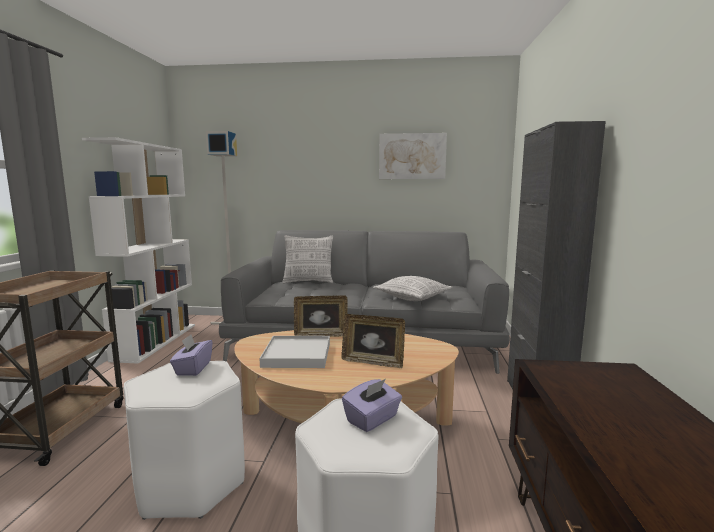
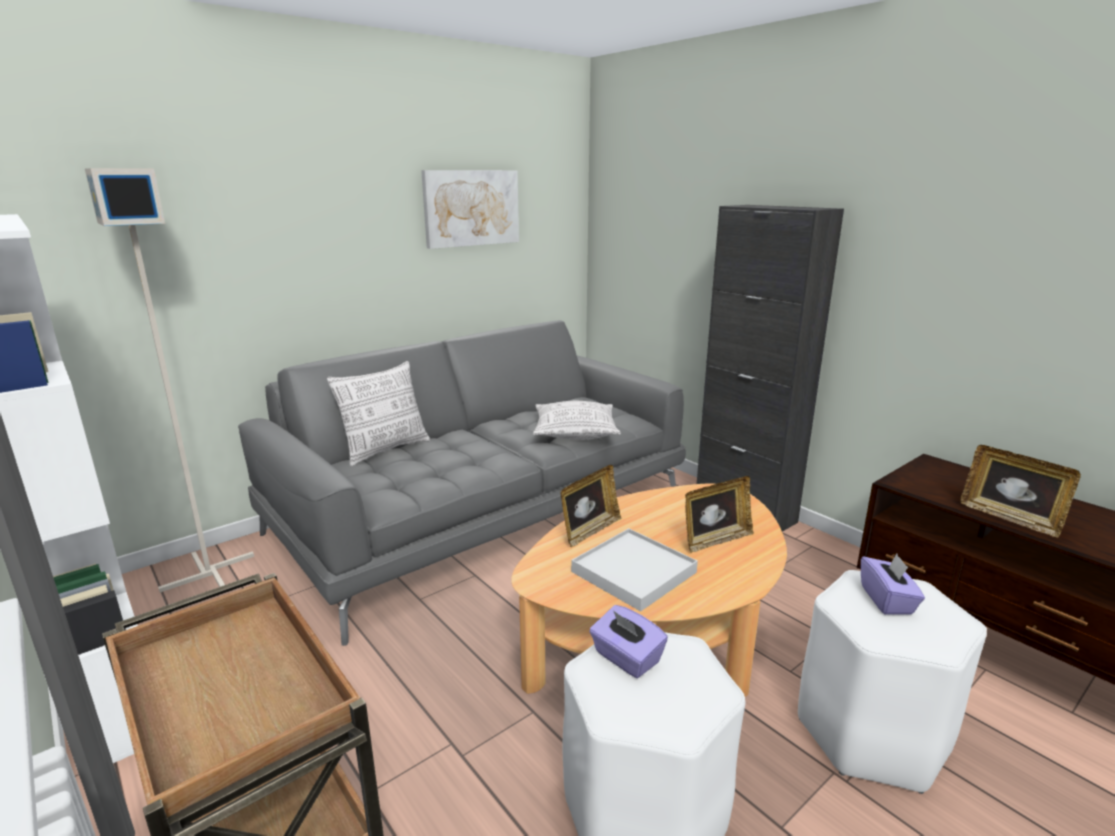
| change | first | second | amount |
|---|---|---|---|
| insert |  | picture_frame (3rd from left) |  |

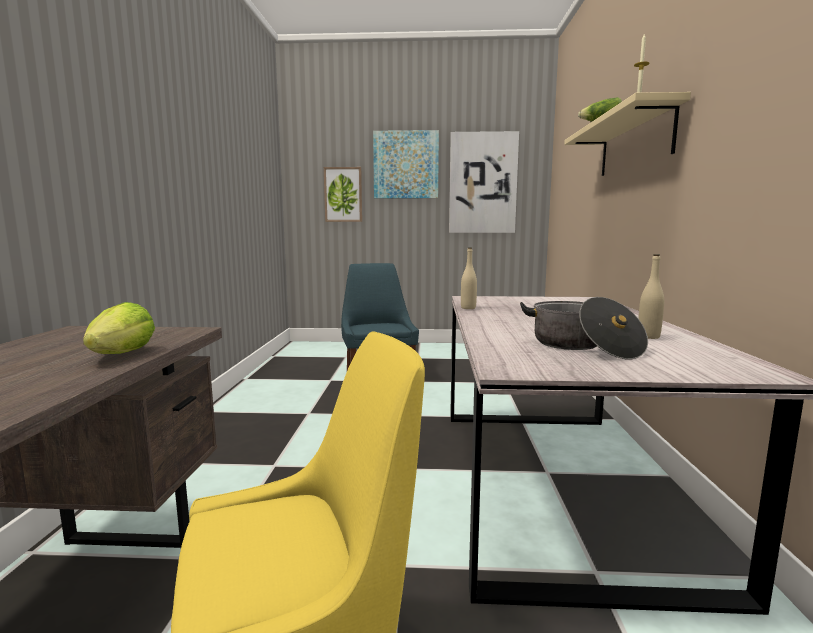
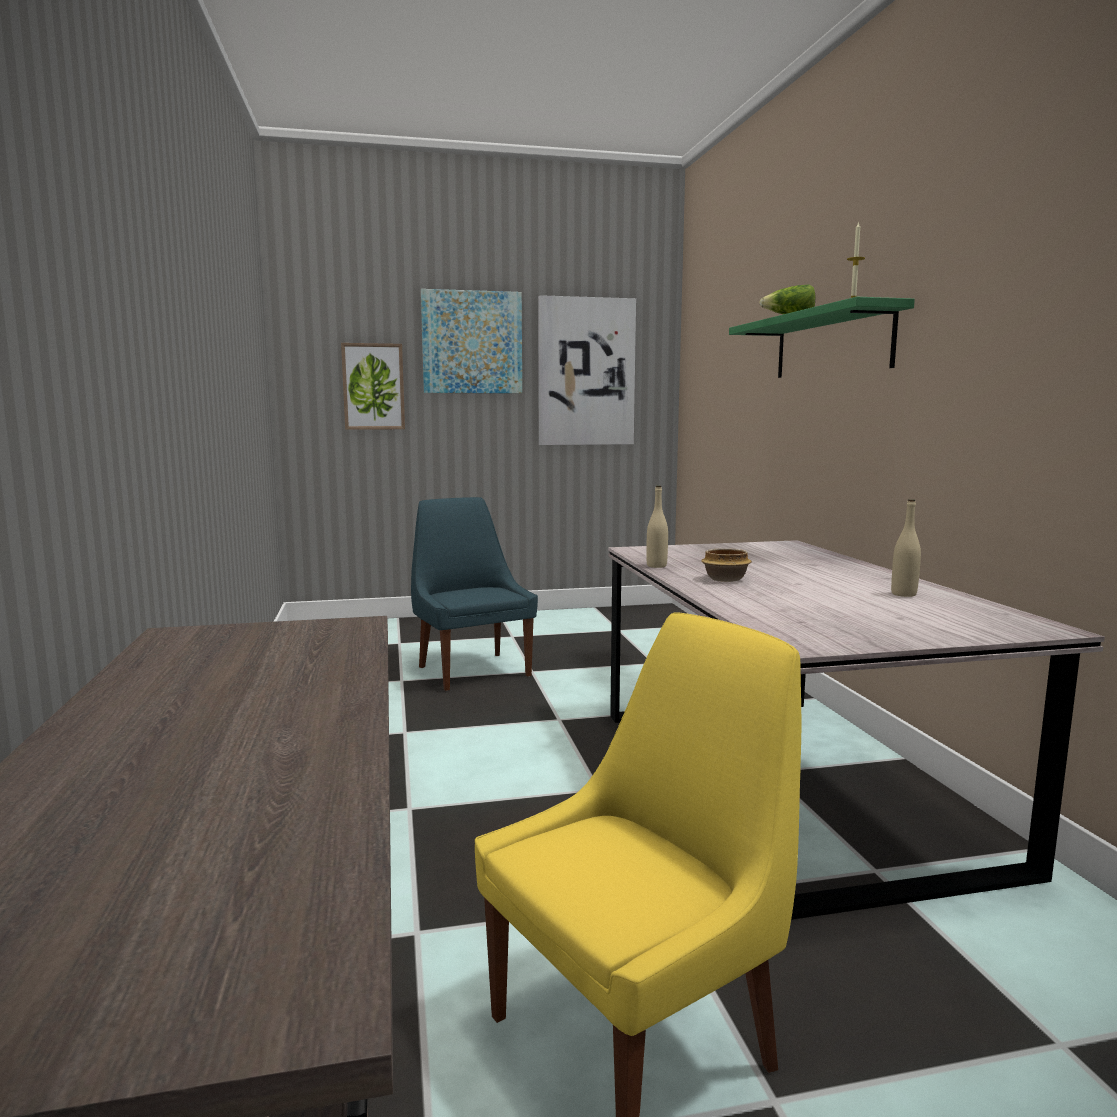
| change | first | second | amount |
|---|---|---|---|
| insert |  | bowl |  |
| recolor | beige_shelf | green_shelf |  |
| delete | lettuce (1st from left) |  |  |
| delete | cooking_pot |  |  |

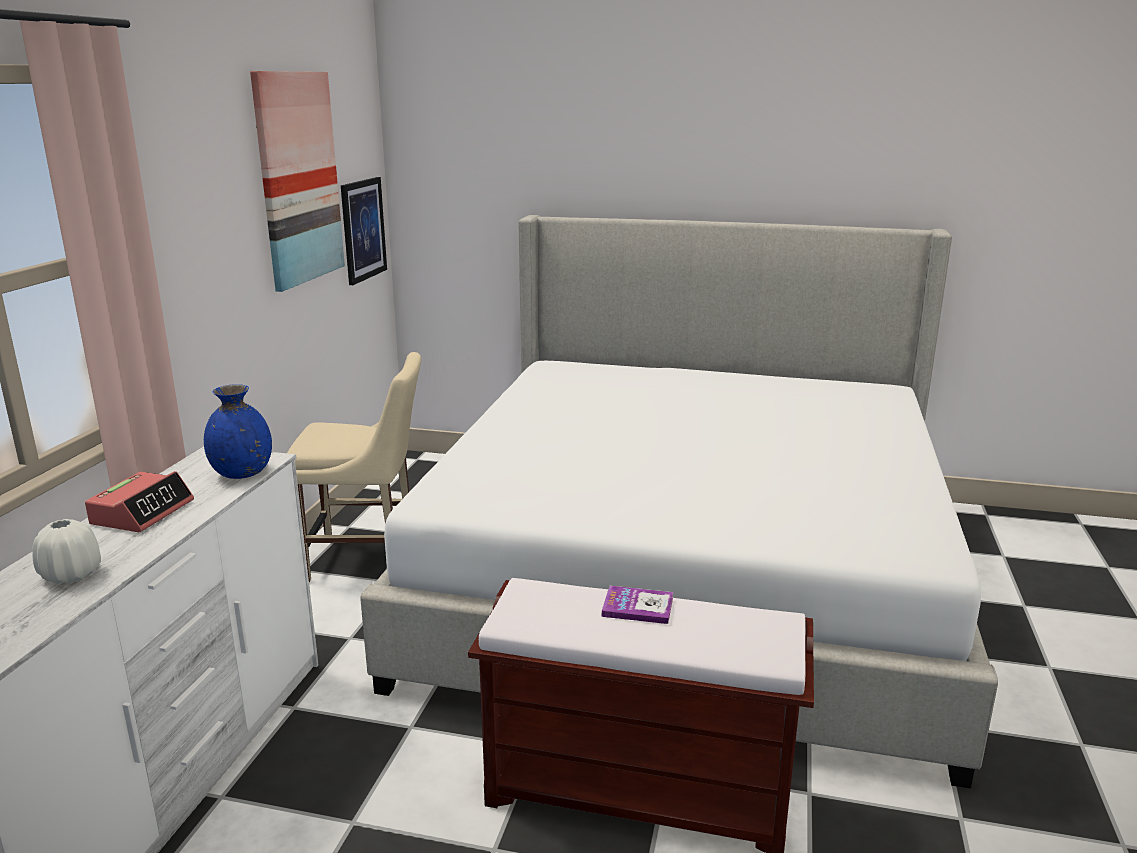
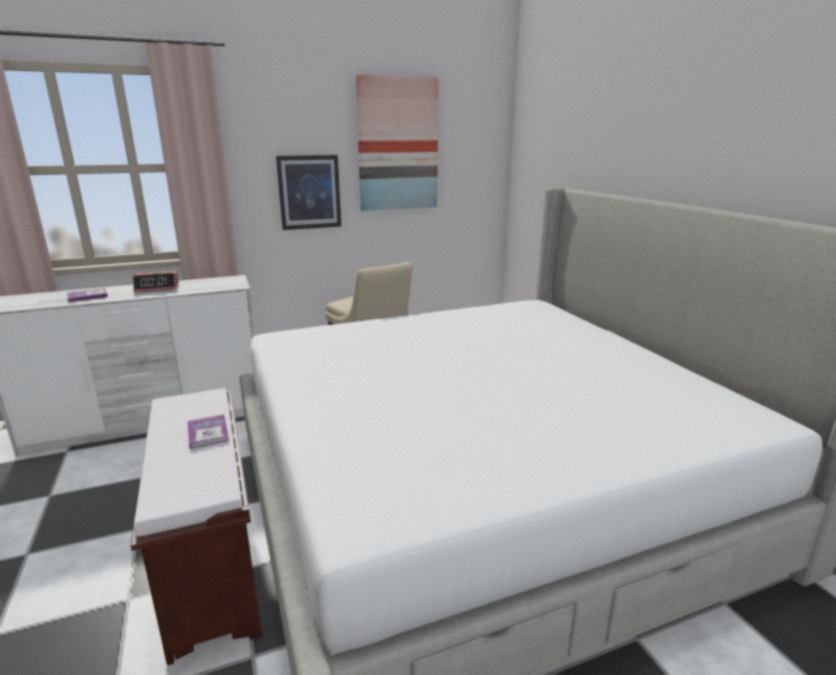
| change | first | second | amount |
|---|---|---|---|
| replace | white_vase | book (1st from left) |  |
| move | picture (2nd from left in the first image) | picture (1st from left) |  |
| delete | blue_vase |  |  |

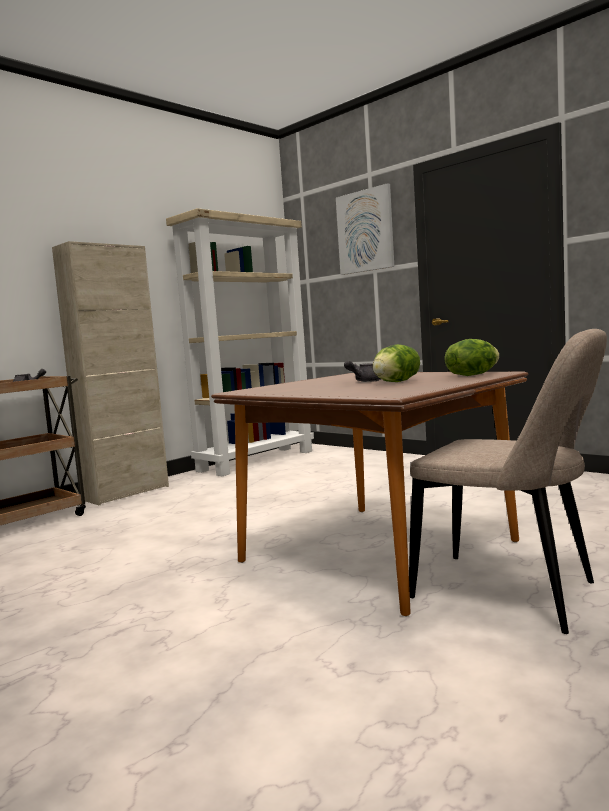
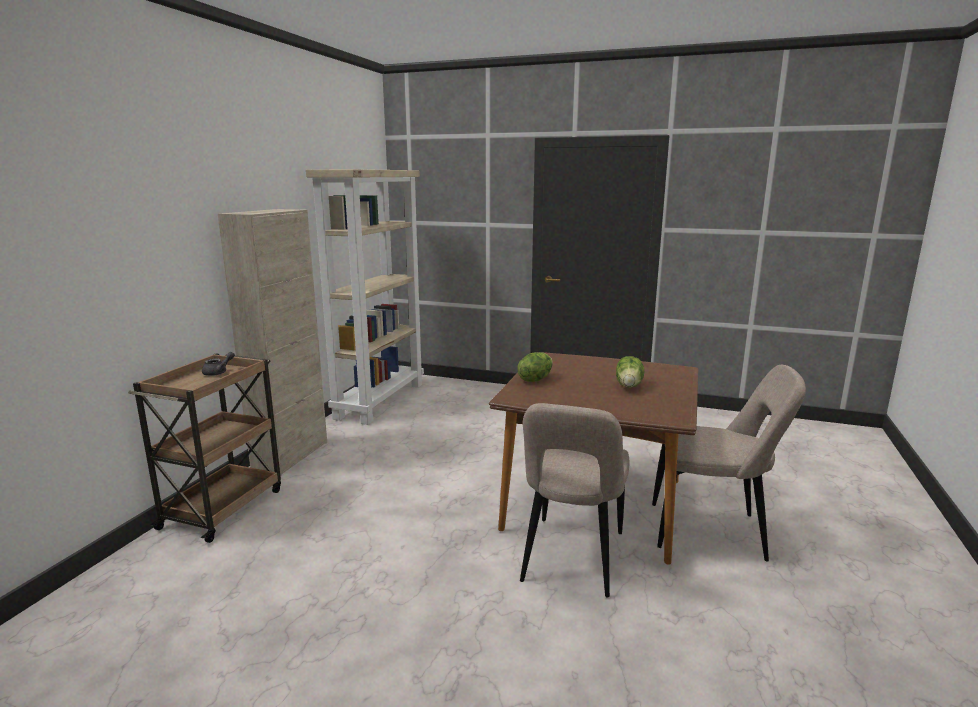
| change | first | second | amount |
|---|---|---|---|
| move | lettuce (2nd from left in the first image) | lettuce (1st from left) |  |
| insert |  | beige_chair (1st from left) |  |
| delete | picture |  |  |
| delete | grey_teapot (2nd from left) |  |  |

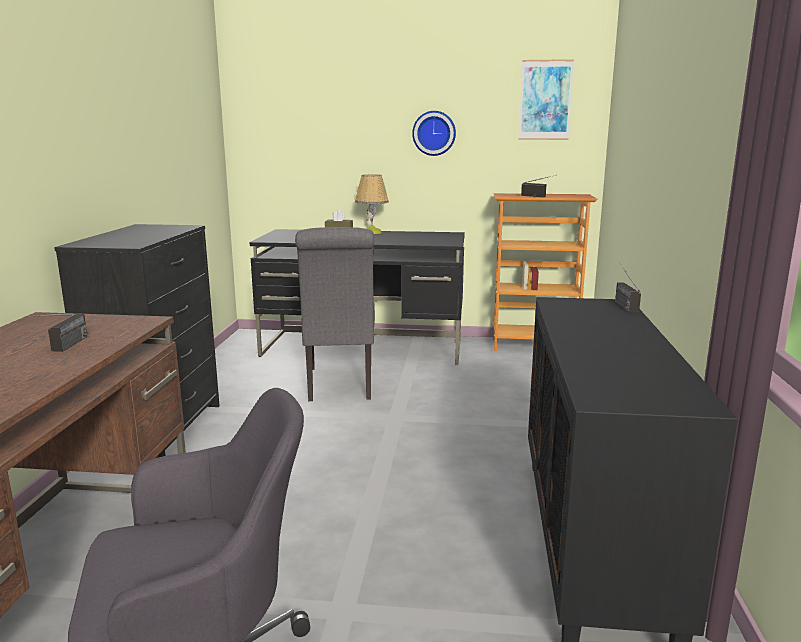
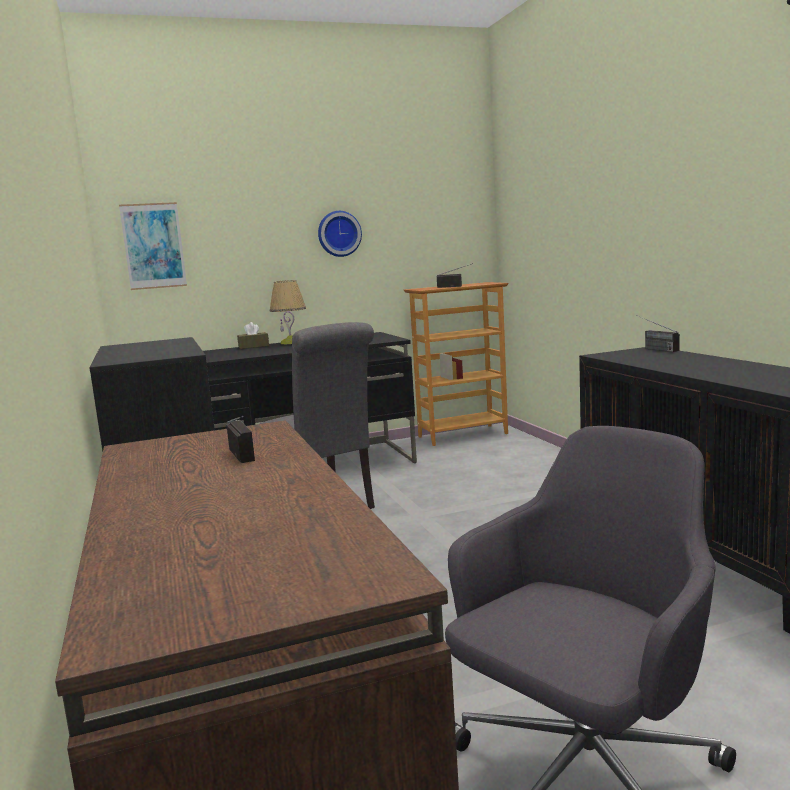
| change | first | second | amount |
|---|---|---|---|
| move | picture |  |  |

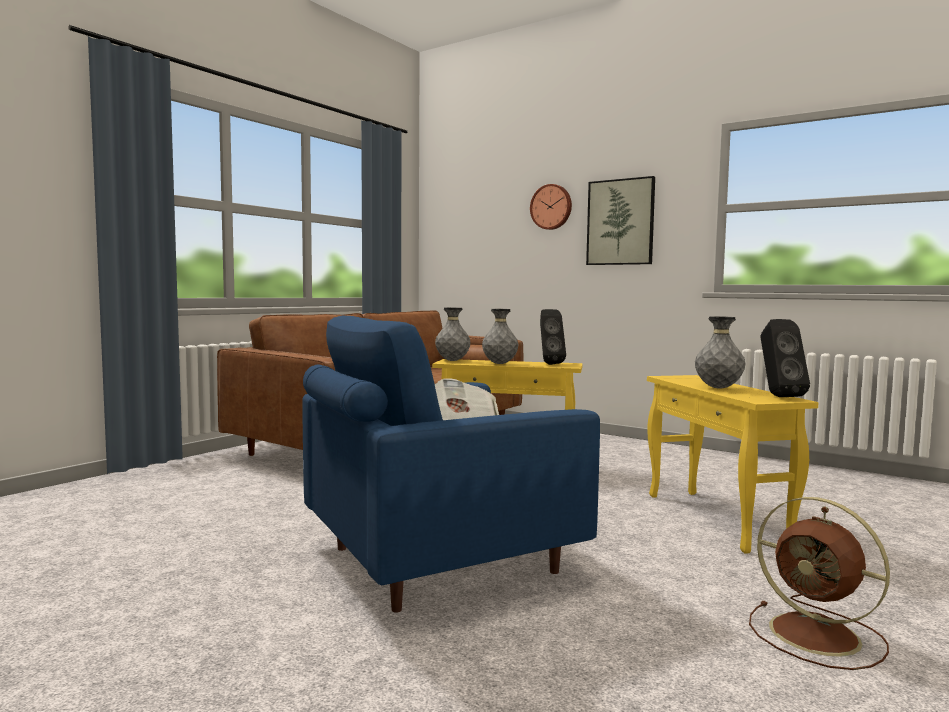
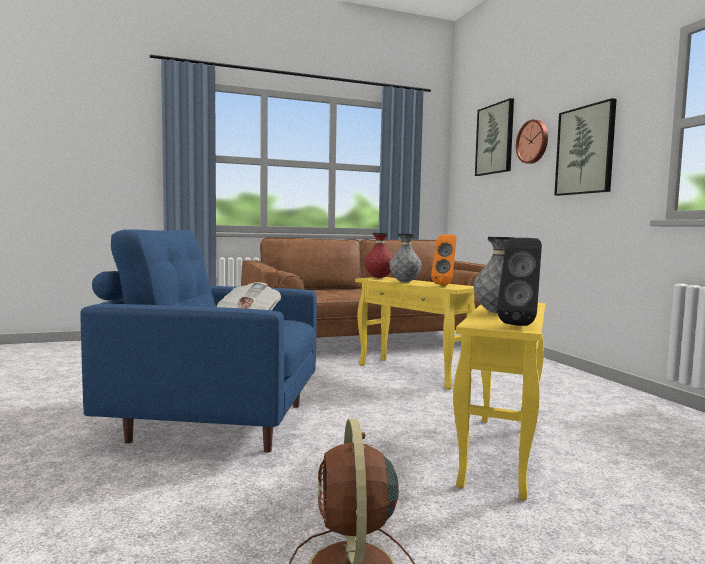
| change | first | second | amount |
|---|---|---|---|
| recolor | grey_vase (1st from left) | red_vase |  |
| recolor | black_speaker (1st from left) | orange_speaker |  |
| insert |  | picture (1st from left) |  |

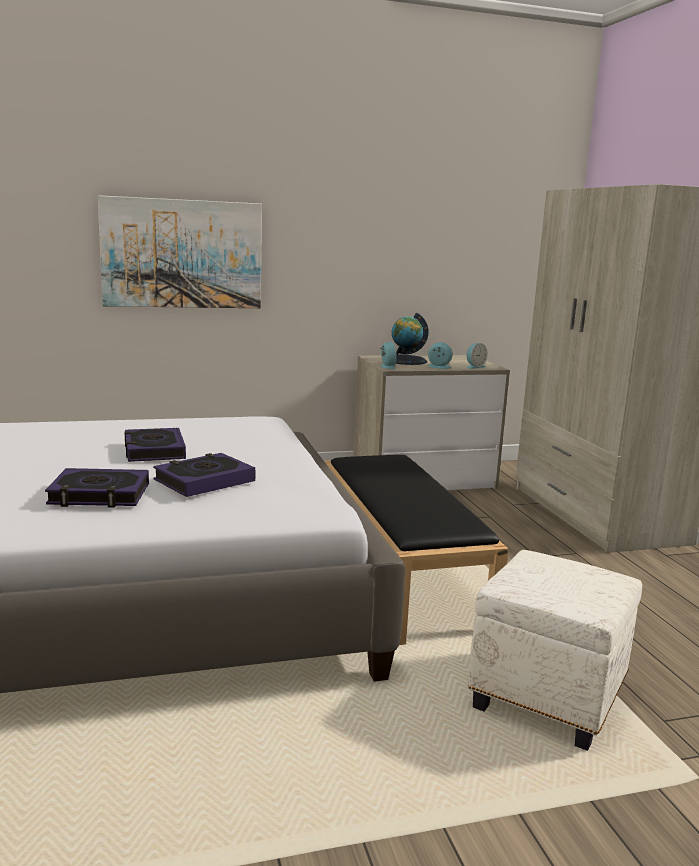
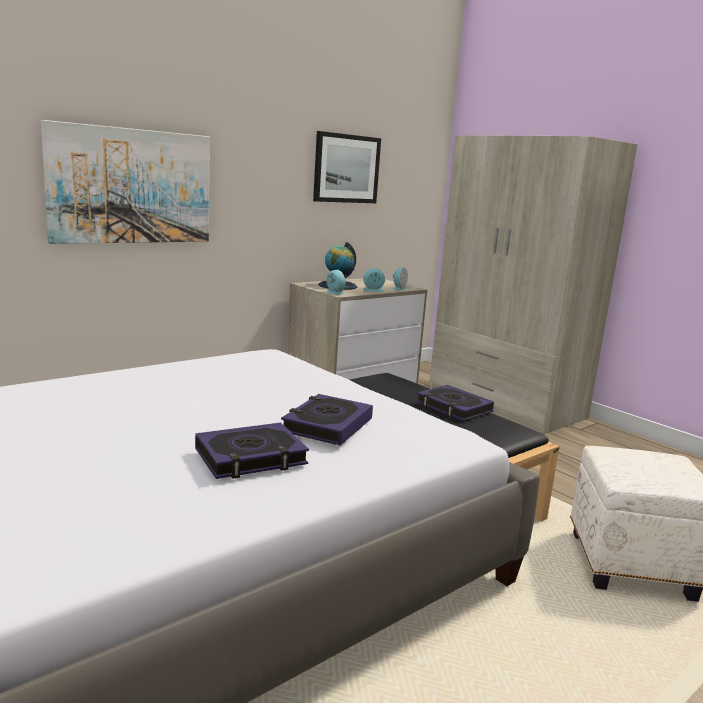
| change | first | second | amount |
|---|---|---|---|
| insert |  | picture (2nd from left) |  |
| move | book (2nd from left in the first image) | book (3rd from left) |  |

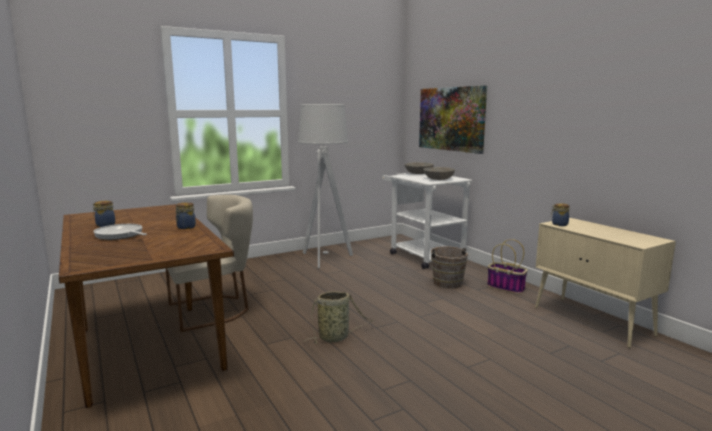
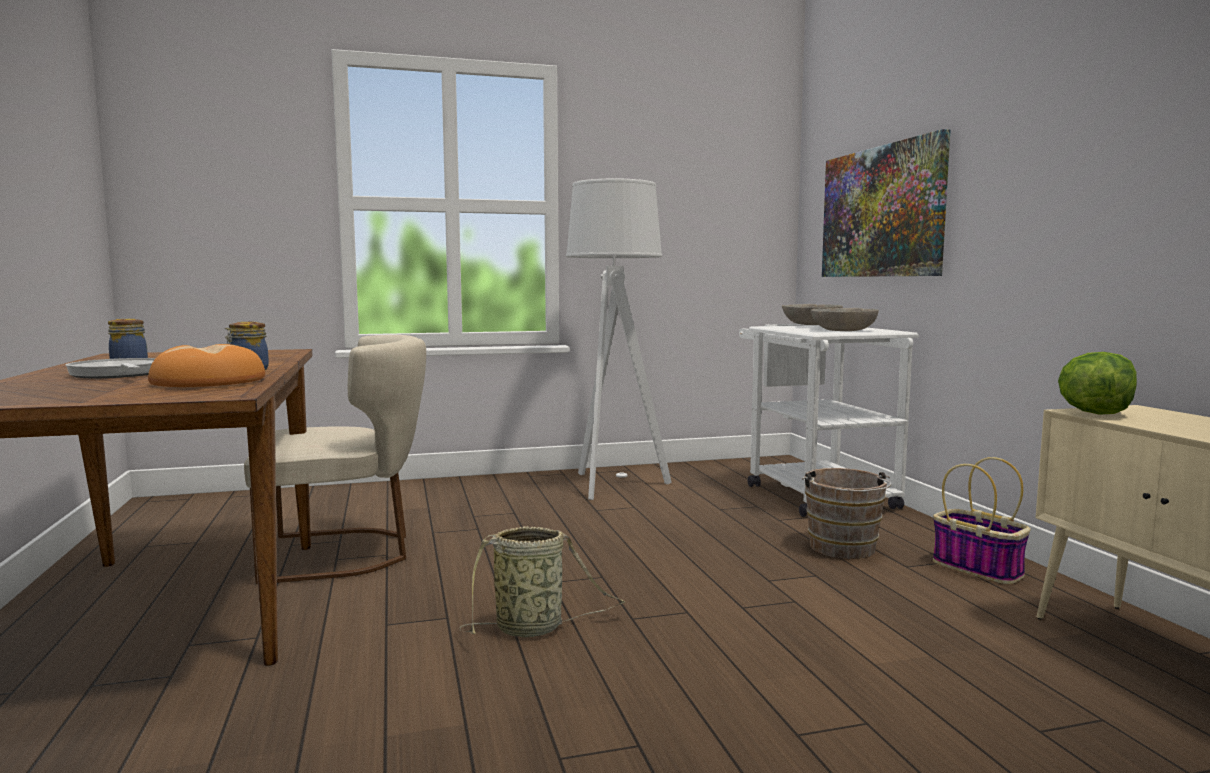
| change | first | second | amount |
|---|---|---|---|
| insert |  | bread |  |
| replace | jar (3rd from left) | lettuce |  |

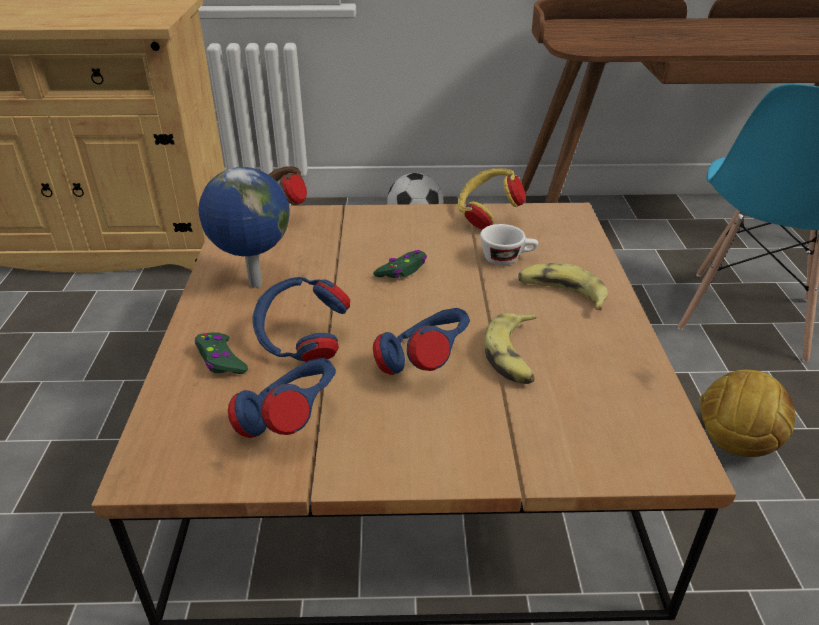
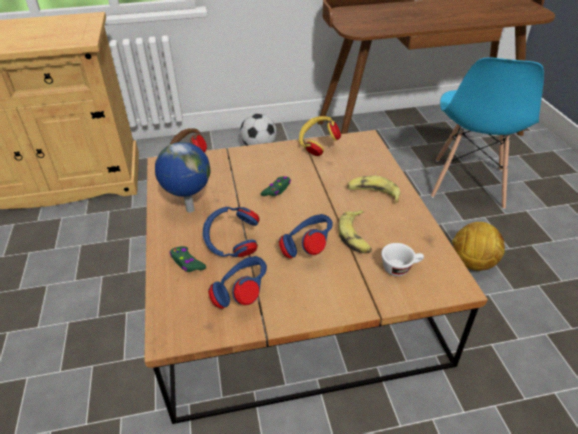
| change | first | second | amount |
|---|---|---|---|
| move | white_cup |  |  |

